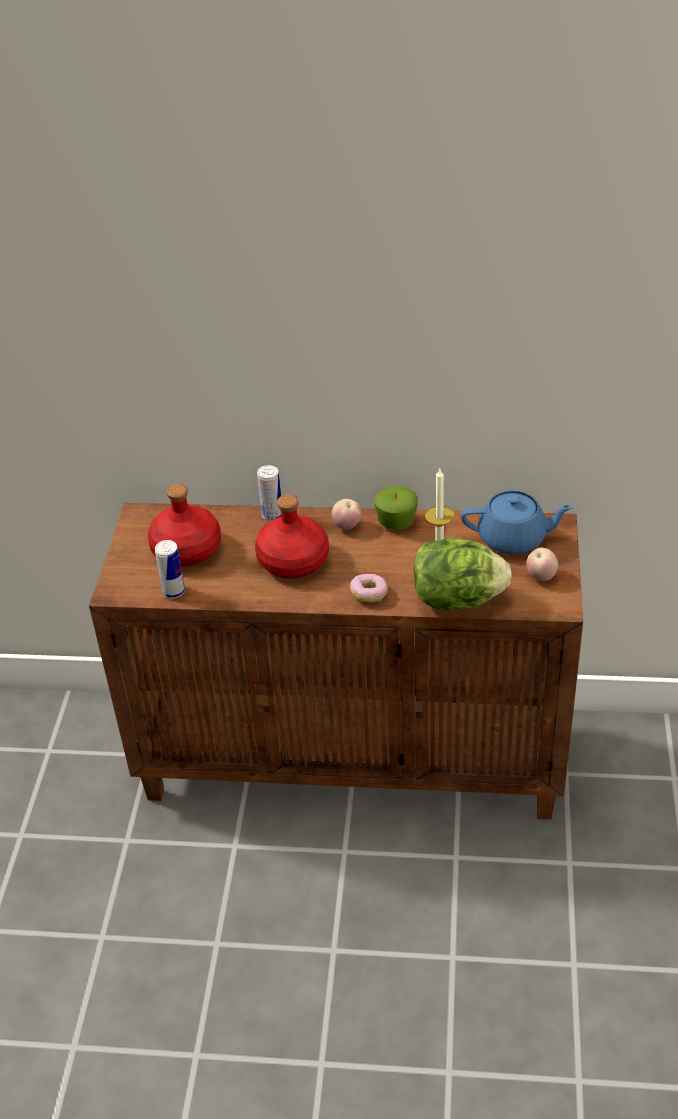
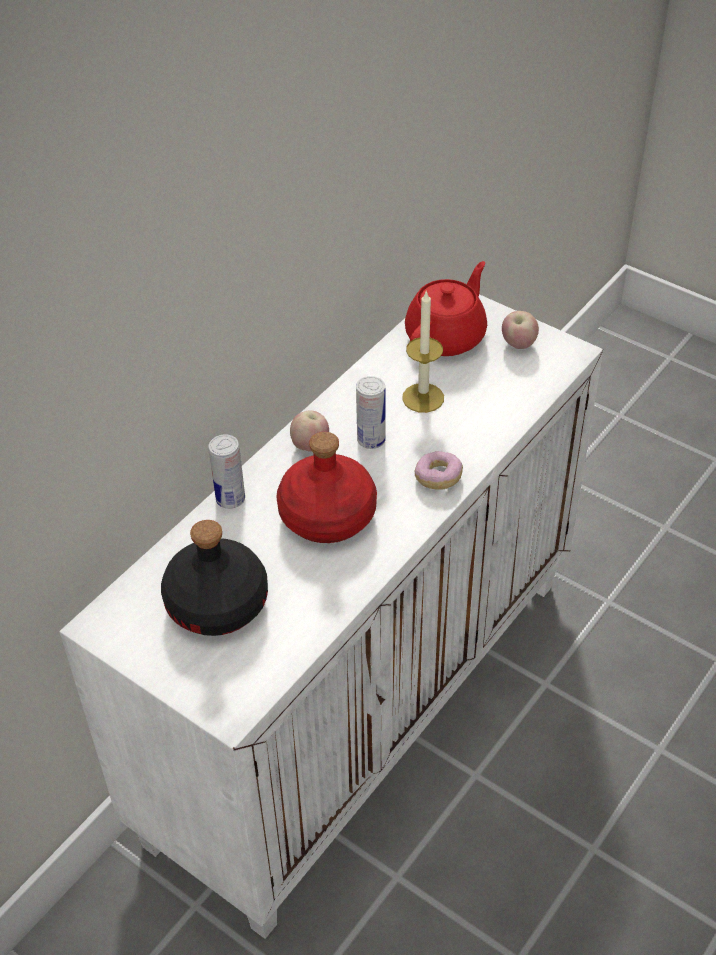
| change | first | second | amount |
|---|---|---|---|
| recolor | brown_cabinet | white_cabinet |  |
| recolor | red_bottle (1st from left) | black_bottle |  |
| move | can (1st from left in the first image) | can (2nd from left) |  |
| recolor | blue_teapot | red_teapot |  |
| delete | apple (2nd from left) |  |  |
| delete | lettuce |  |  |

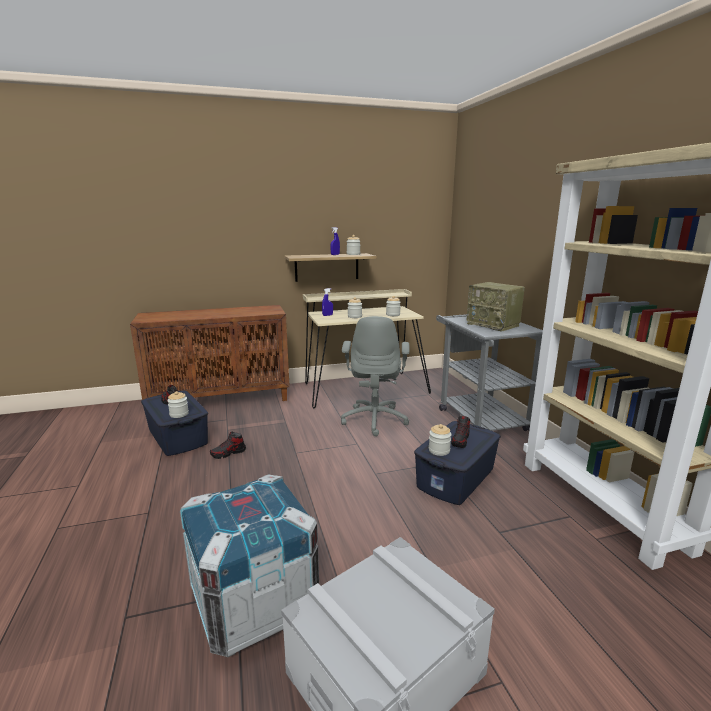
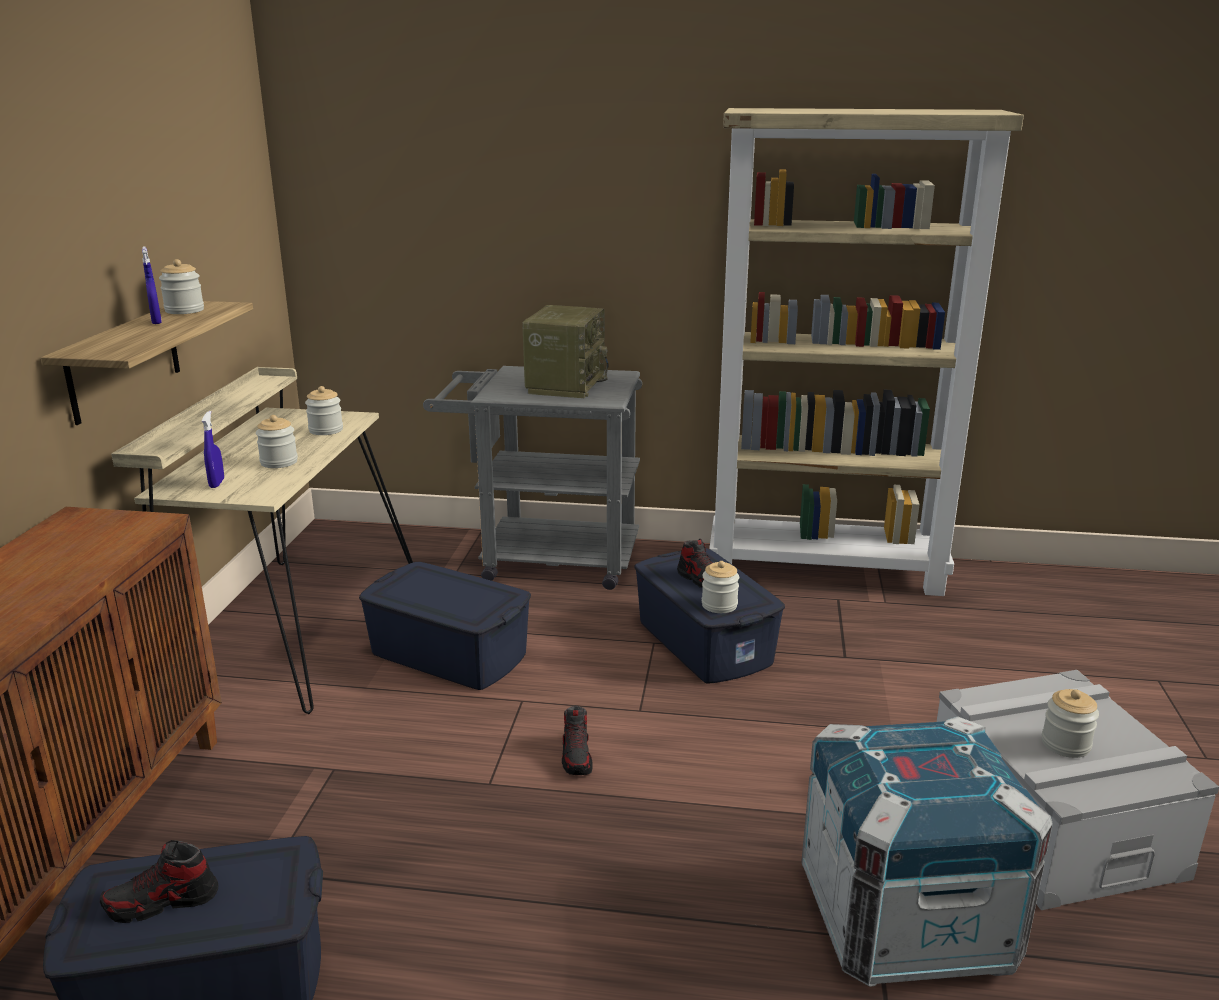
| change | first | second | amount |
|---|---|---|---|
| replace | grey_office_chair | blue_storage_box (2nd from left) |  |
| rotate | radio |  | 60 degrees counterclockwise |
| move | shoe (2nd from left) |  |  |
| move | jar (1st from left in the first image) | jar (5th from left) |  |

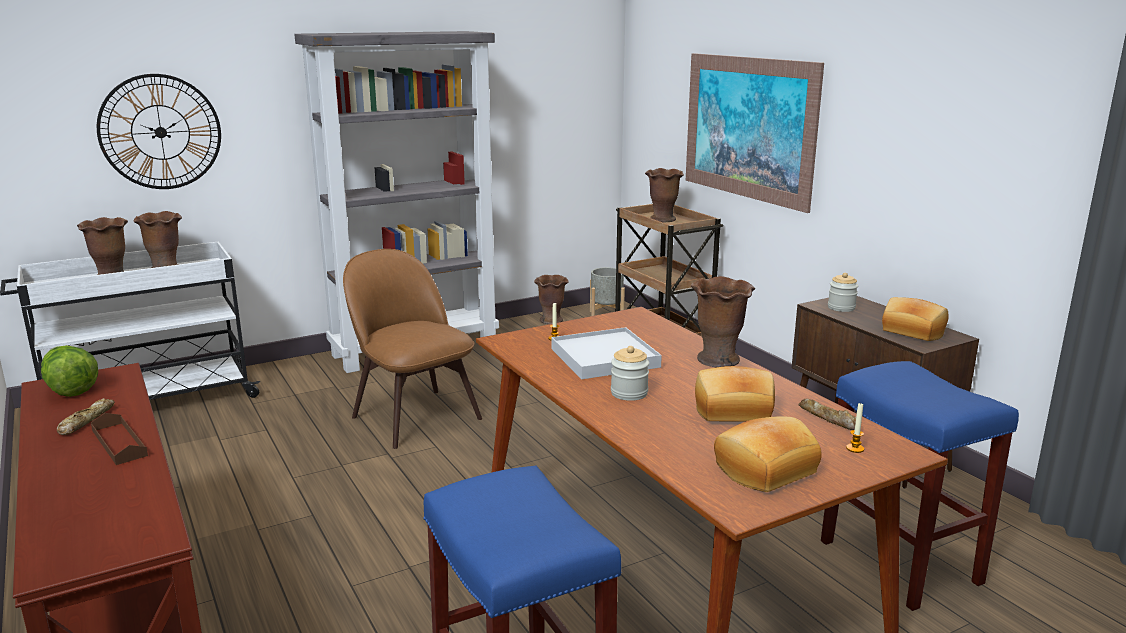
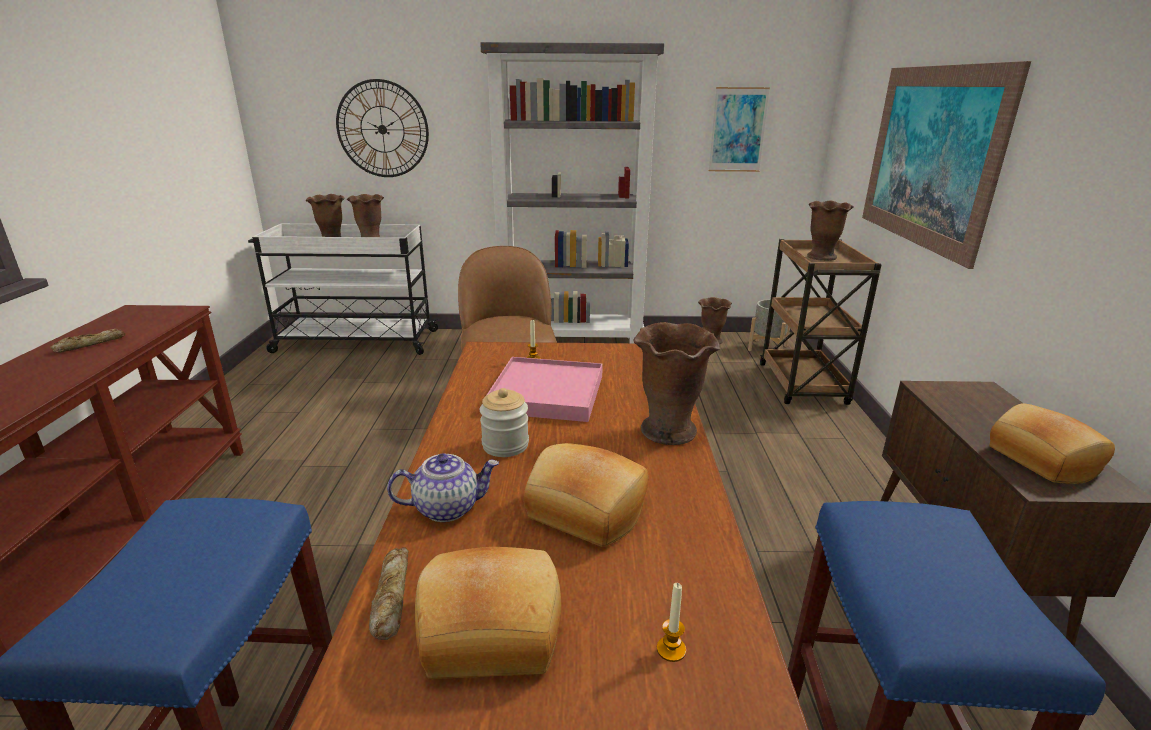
| change | first | second | amount |
|---|---|---|---|
| move | bread (4th from left in the first image) | bread (2nd from left) |  |
| insert |  | teapot |  |
| recolor | white_tray | pink_tray |  |
| insert |  | picture (1st from left) |  |
| delete | lettuce |  |  |
| delete | brown_tray |  |  |
| delete | jar (2nd from left) |  |  |

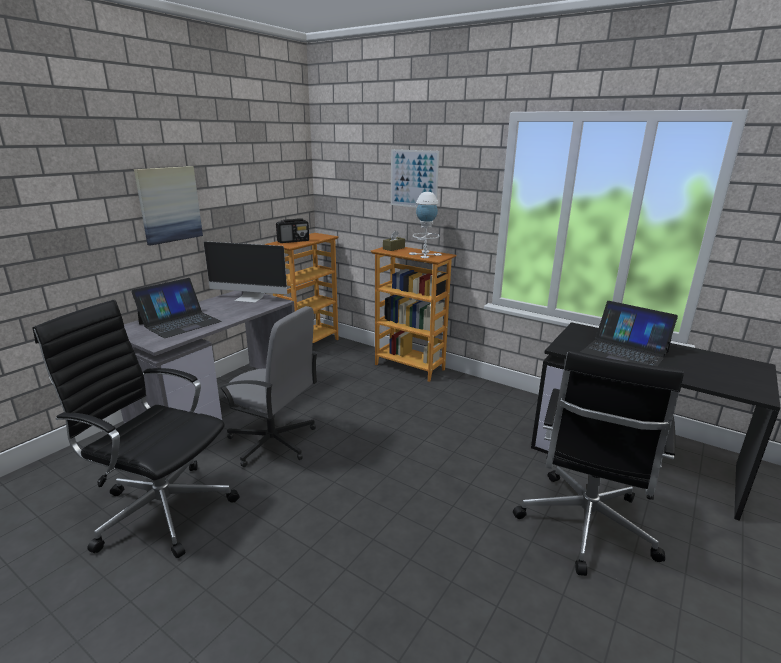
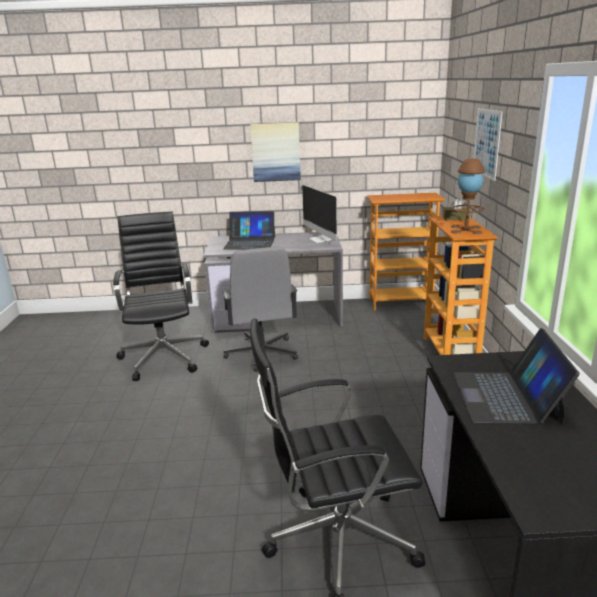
| change | first | second | amount |
|---|---|---|---|
| recolor | white_table_lamp | brown_table_lamp |  |
| delete | radio |  |  |

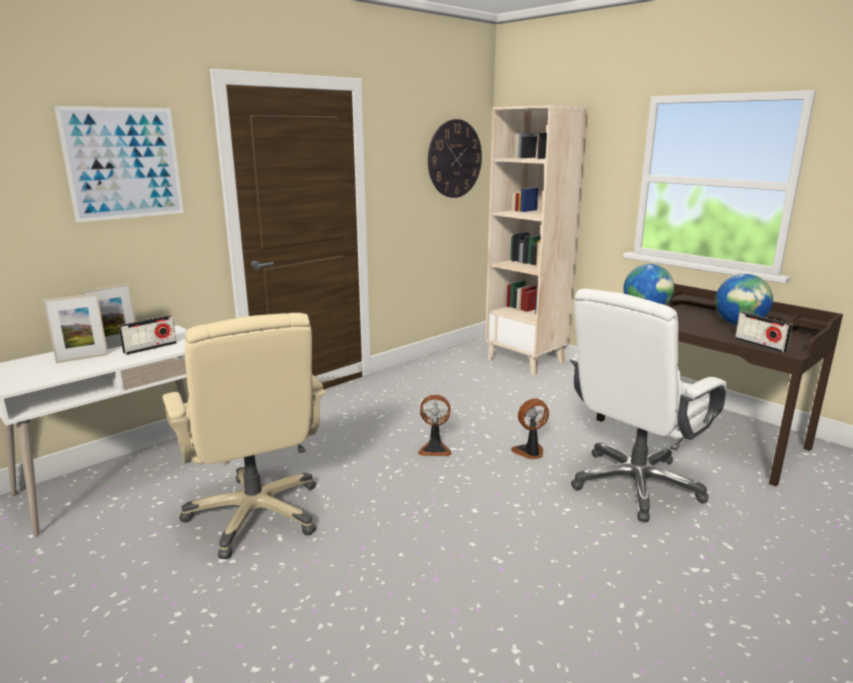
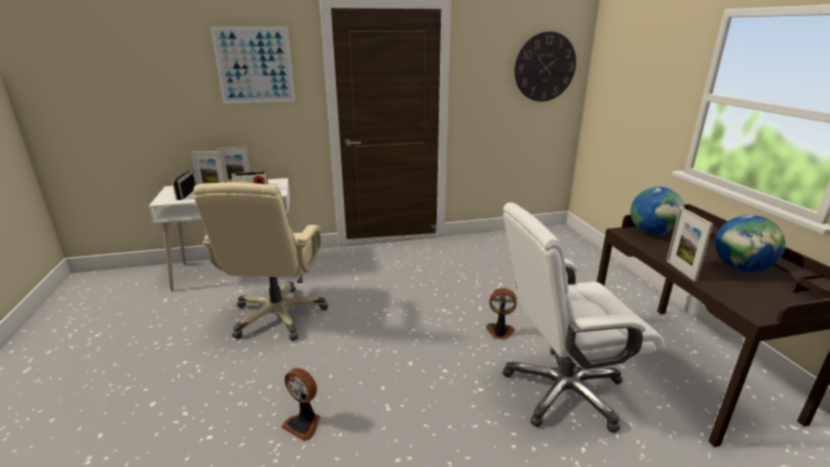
| change | first | second | amount |
|---|---|---|---|
| move | radio (2nd from left in the first image) | radio (1st from left) |  |
| move | fan (1st from left) |  |  |
| insert |  | picture_frame (3rd from left) |  |
| delete | beige_bookcase |  |  |

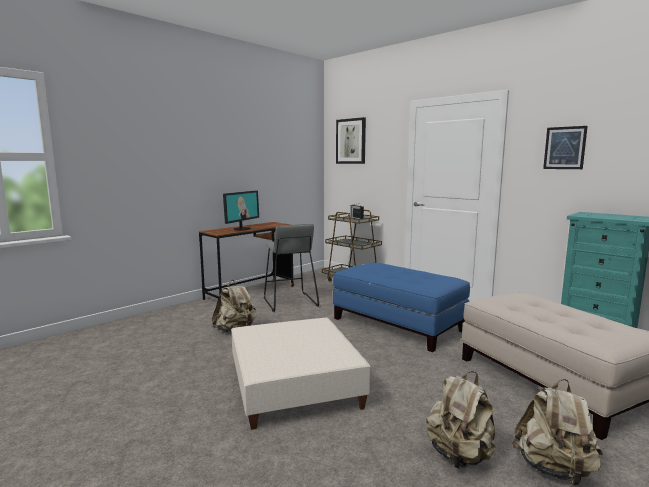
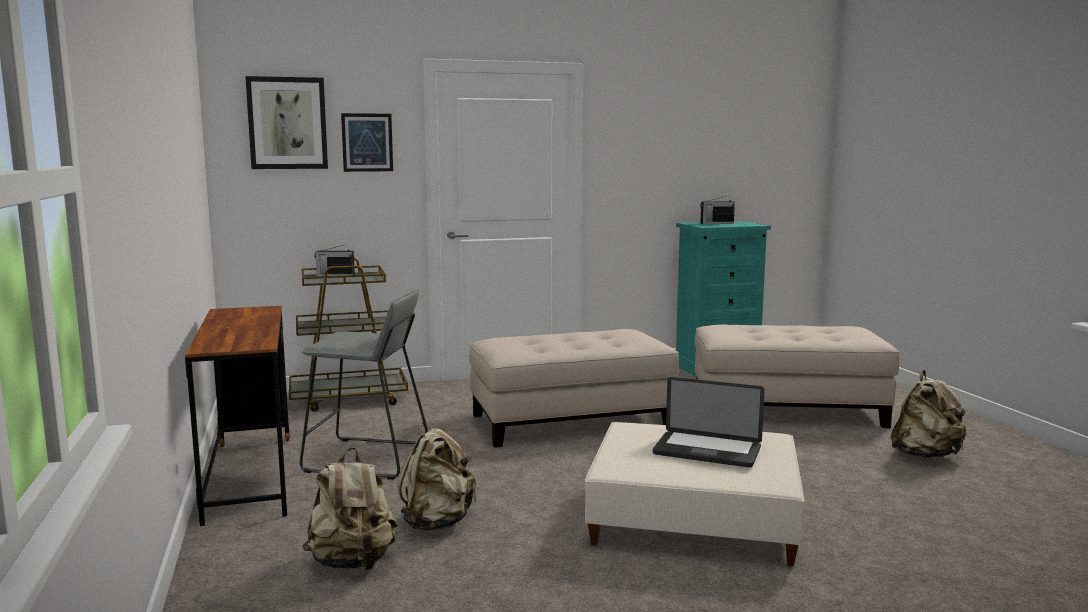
| change | first | second | amount |
|---|---|---|---|
| move | beige_backpack (2nd from left in the first image) | beige_backpack (1st from left) |  |
| move | picture (2nd from left) |  |  |
| recolor | blue_ottoman | beige_ottoman (1st from left) |  |
| insert |  | laptop |  |
| insert |  | radio (2nd from left) |  |
| delete | monitor |  |  |

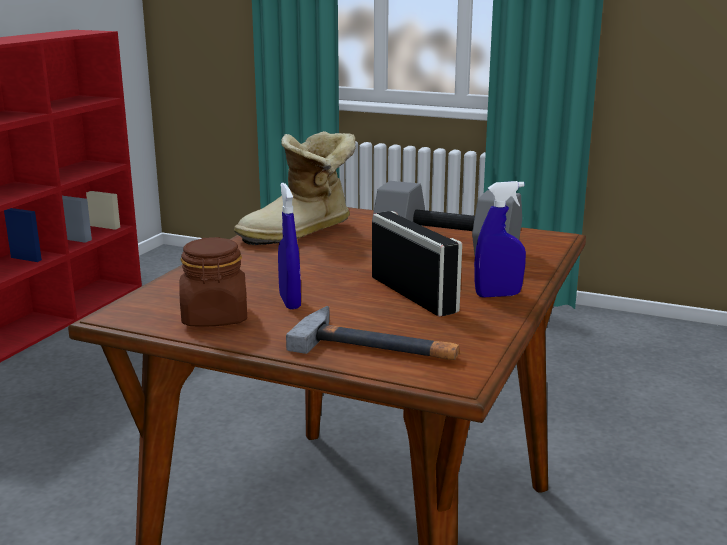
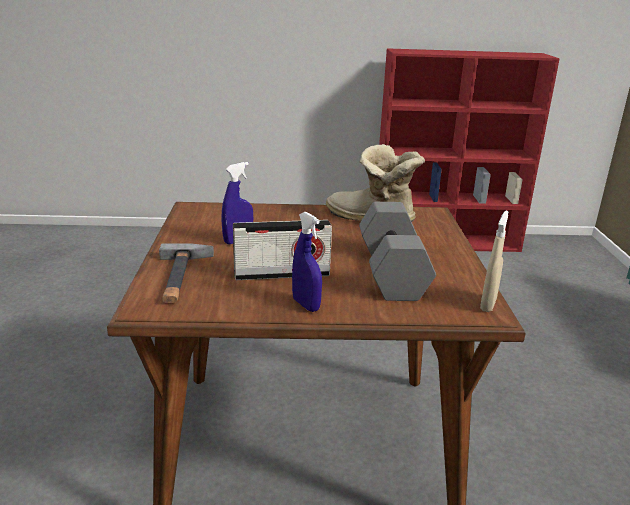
| change | first | second | amount |
|---|---|---|---|
| rotate | radio |  | 45 degrees clockwise |
| insert |  | beige_spray_bottle |  |
| delete | brown_jar |  |  |

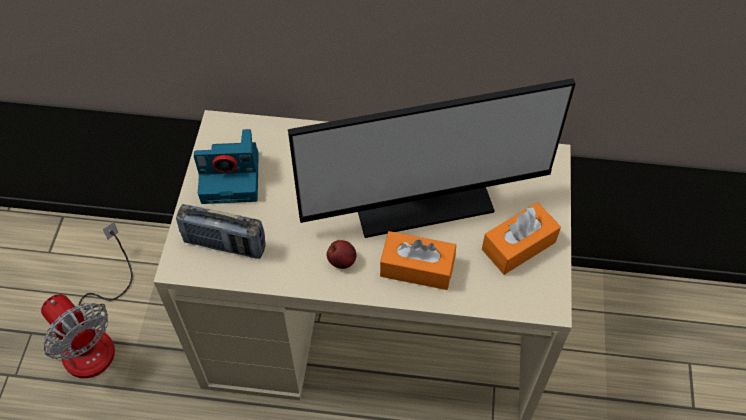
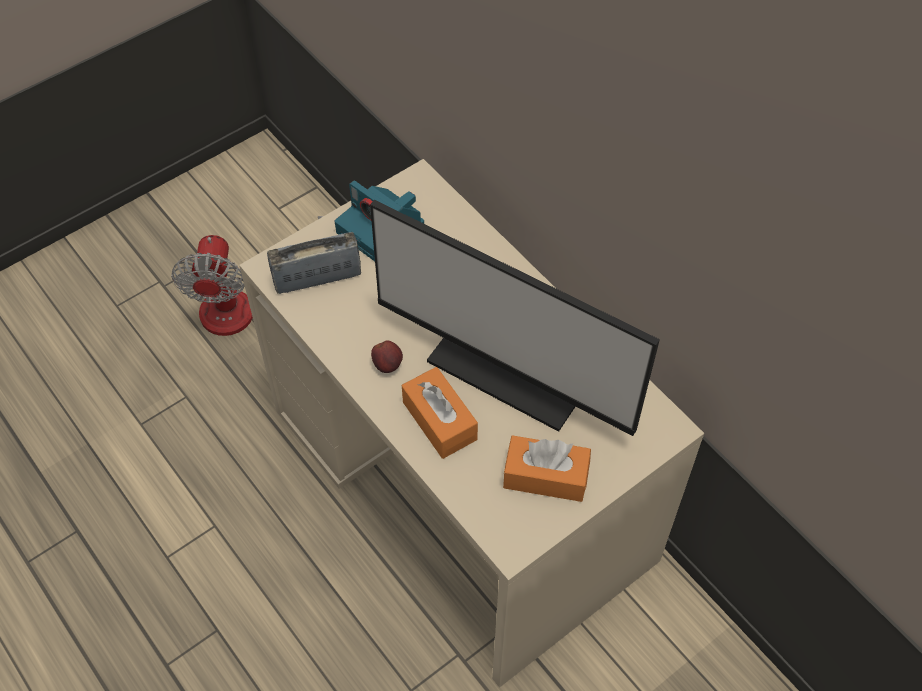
| change | first | second | amount |
|---|---|---|---|
| rotate | radio |  | 105 degrees clockwise |

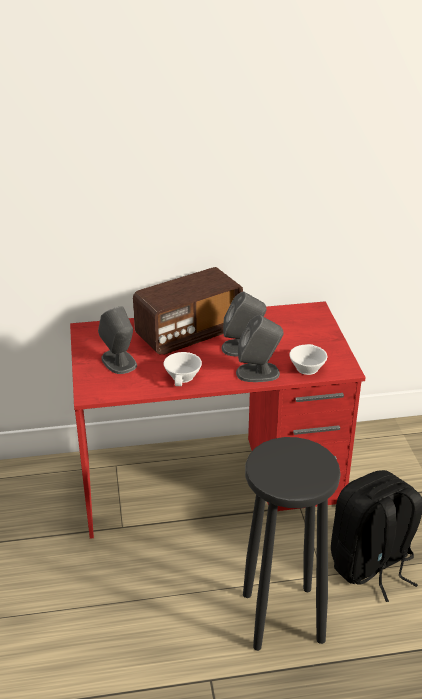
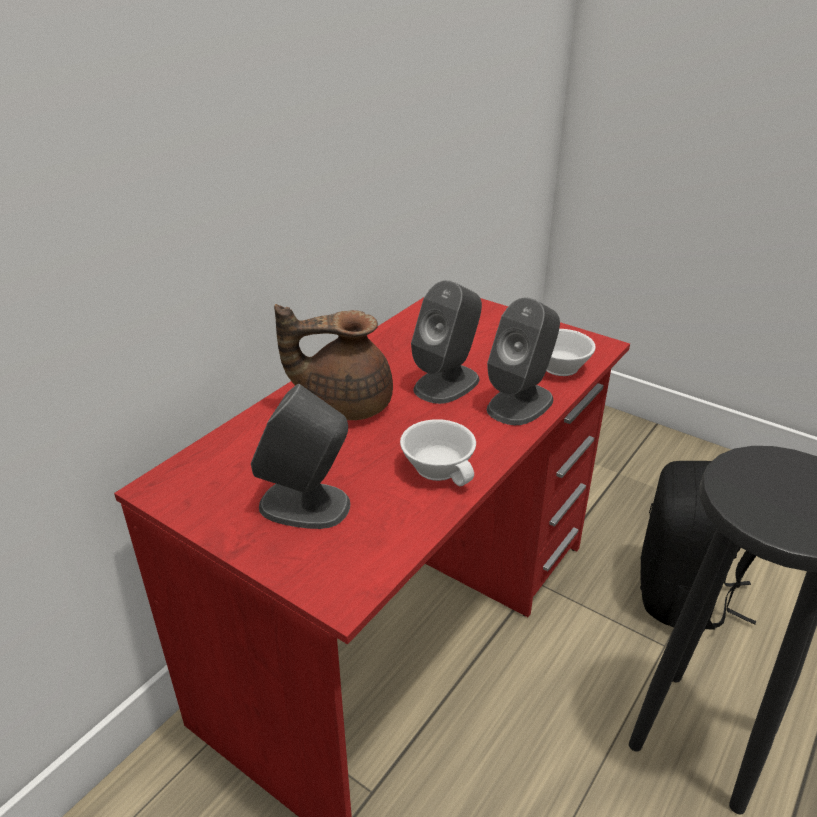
| change | first | second | amount |
|---|---|---|---|
| replace | radio | brown_teapot |  |

